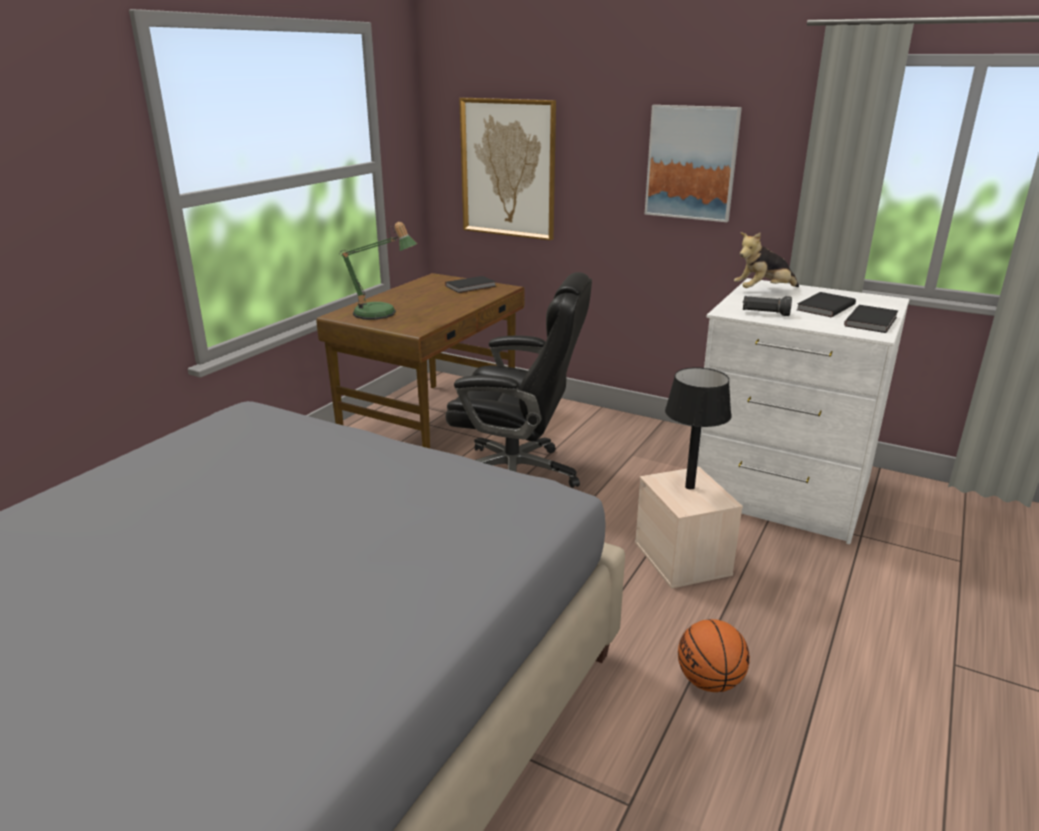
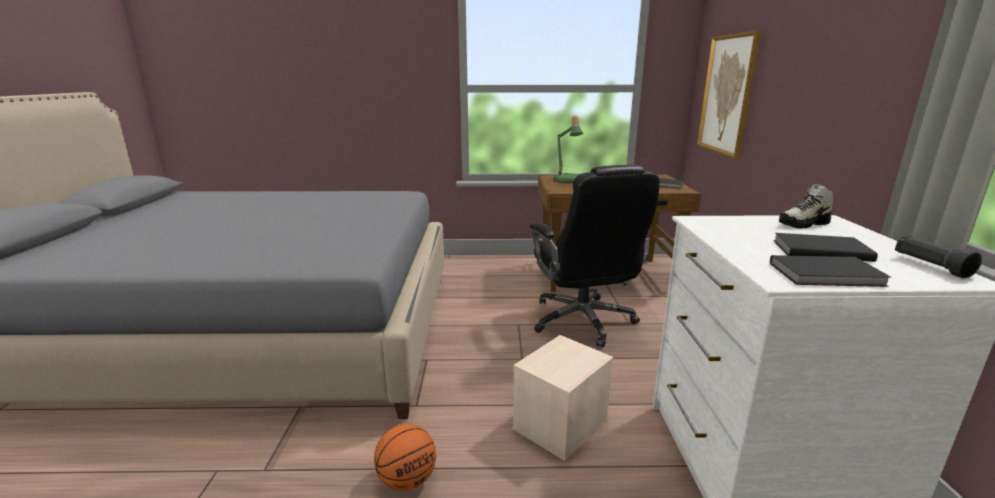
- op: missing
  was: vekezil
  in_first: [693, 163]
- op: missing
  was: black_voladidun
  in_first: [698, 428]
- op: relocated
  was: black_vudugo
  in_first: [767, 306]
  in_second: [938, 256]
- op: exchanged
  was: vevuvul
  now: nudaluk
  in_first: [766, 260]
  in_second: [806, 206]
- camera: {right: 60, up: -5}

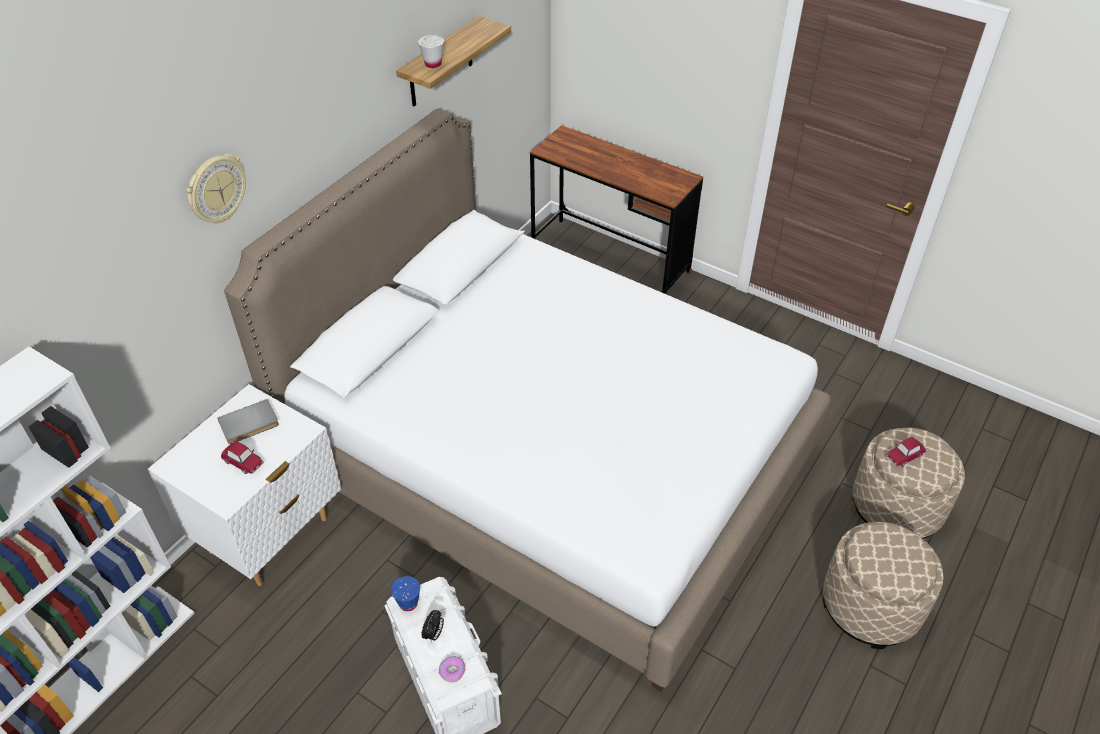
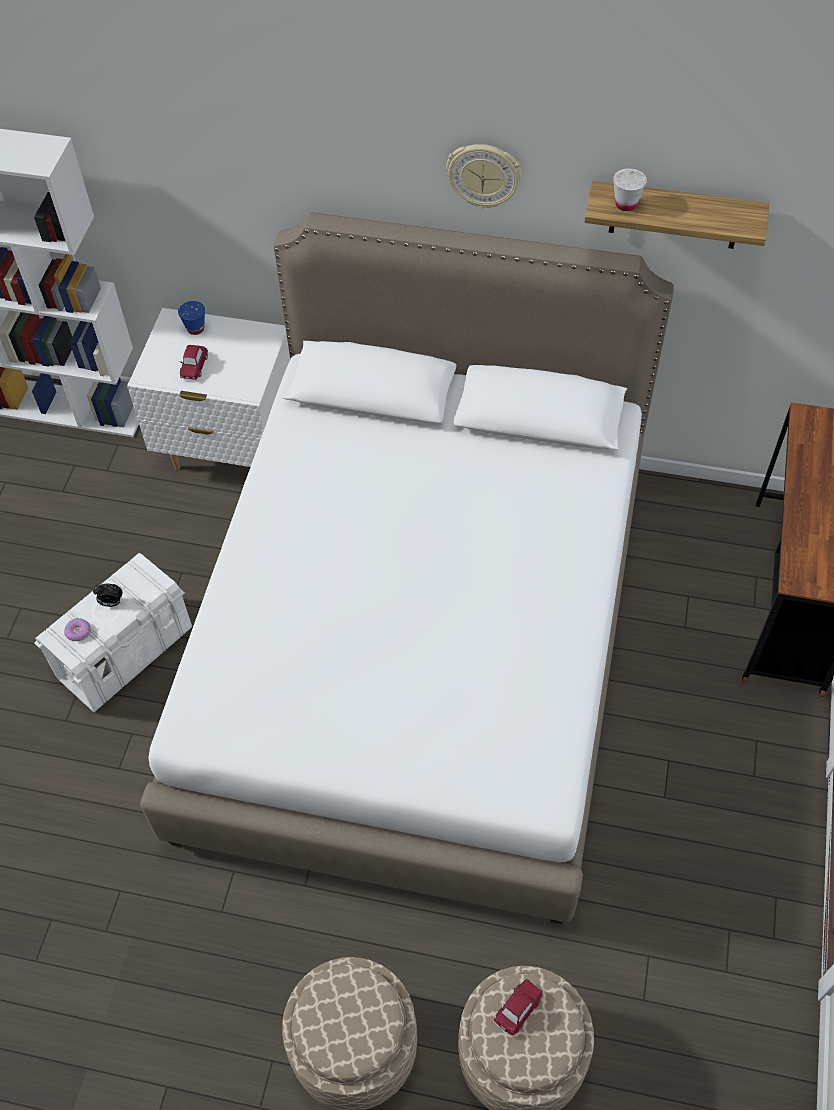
- op: missing
  was: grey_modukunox
  in_first: [248, 421]
- op: relocated
  was: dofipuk
  in_first: [216, 189]
  in_second: [484, 176]
- op: relocated
  was: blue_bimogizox
  in_first: [405, 593]
  in_second: [191, 318]
- op: spun
  was: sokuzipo
  in_first: [906, 452]
  in_second: [518, 1008]
  clockwise: 90
- camera: {right: 70, up: 10}

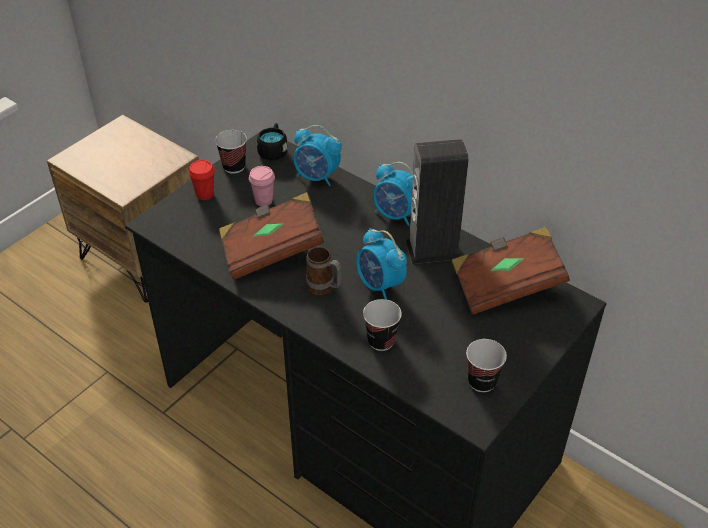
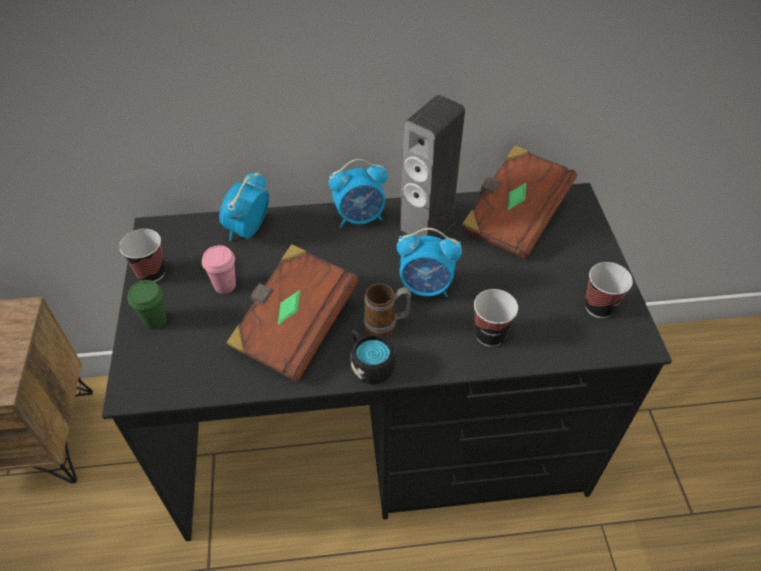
- op: relocated
  was: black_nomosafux
  in_first: [272, 141]
  in_second: [373, 356]
- op: colour
  was: red_bimogizox
  now: green_bimogizox
  in_first: [202, 180]
  in_second: [147, 305]
- op: spun
  was: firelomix
  in_first: [317, 155]
  in_second: [244, 206]
  clockwise: 135
- camera: {right: -45, up: 5}

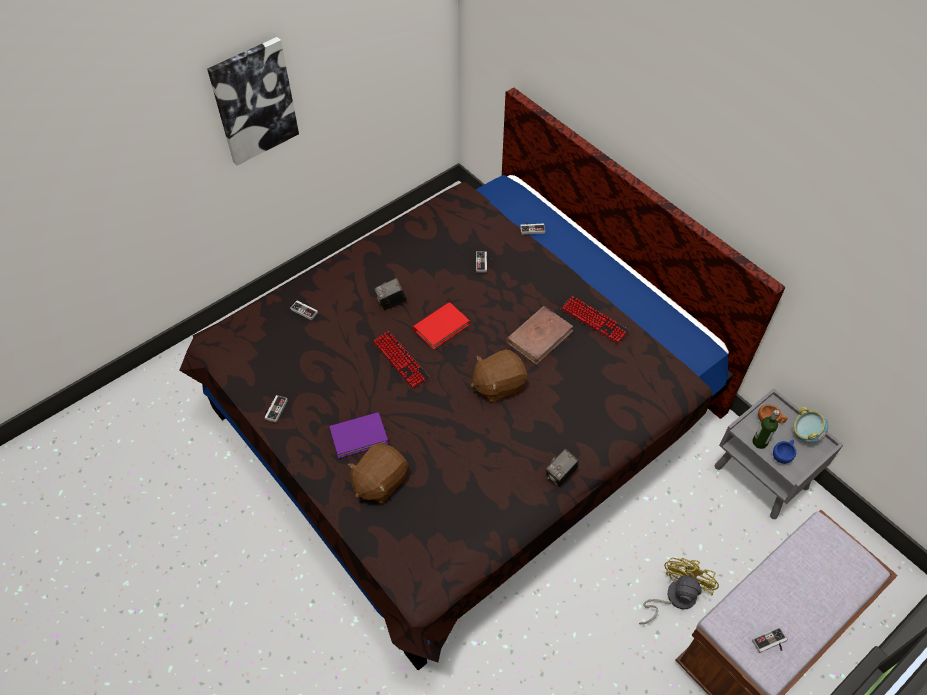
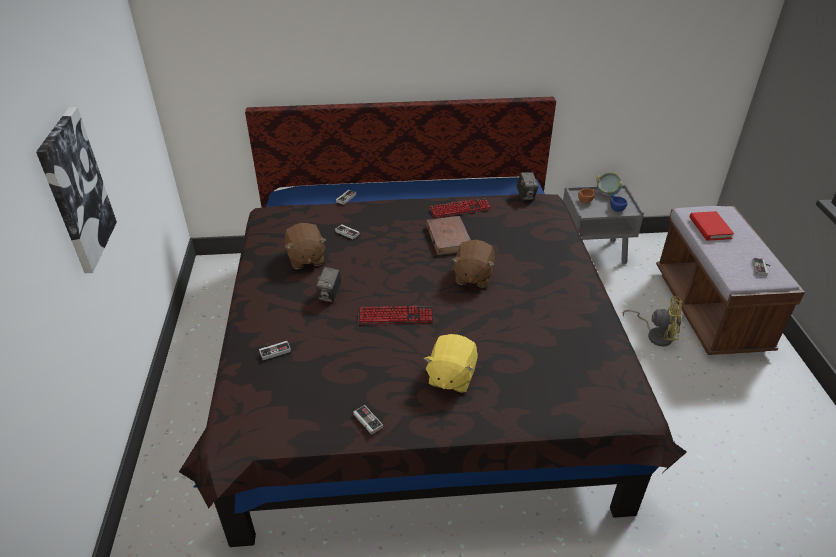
- op: missing
  was: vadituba
  in_first: [765, 429]
- op: relocated
  was: brown_vevuvul
  in_first: [378, 473]
  in_second: [305, 246]
- op: relocated
  was: red_modukunox
  in_first: [441, 326]
  in_second: [712, 225]
- op: relocated
  was: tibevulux
  in_first: [562, 468]
  in_second: [527, 186]
- op: exchanged
  was: purple_modukunox
  now: yellow_vevuvul
  in_first: [359, 435]
  in_second: [451, 363]
- op: spun
  was: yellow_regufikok
  in_first: [679, 591]
  in_second: [653, 321]
  clockwise: 135
- camera: {right: -55, up: -15}

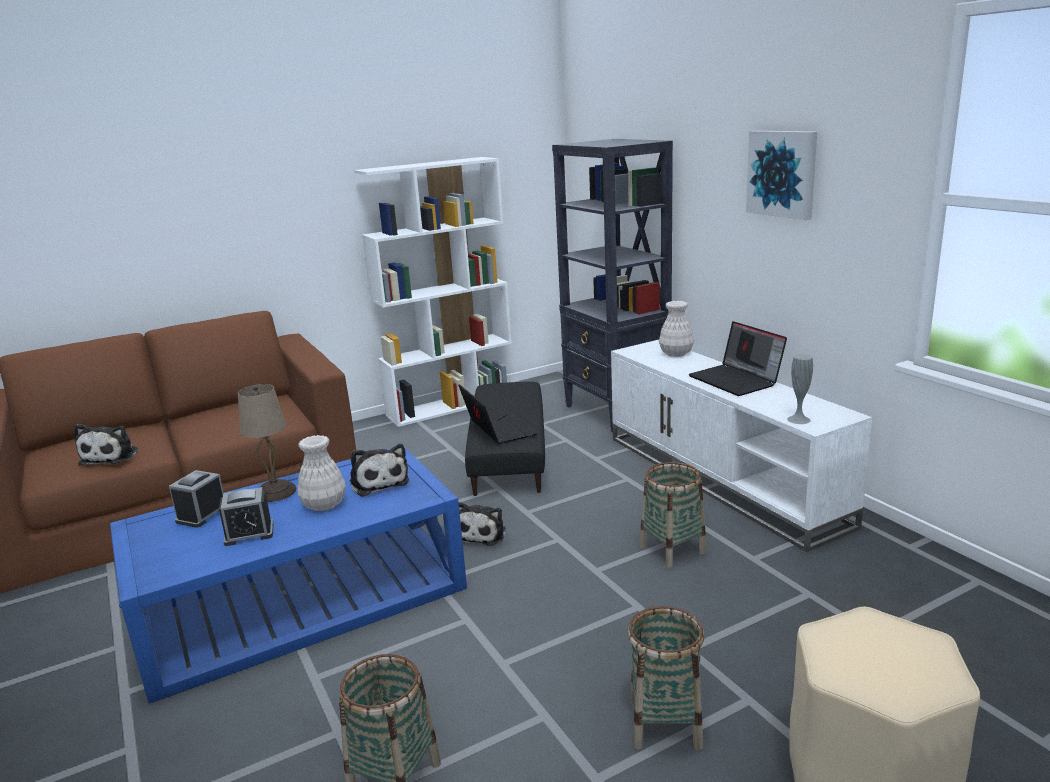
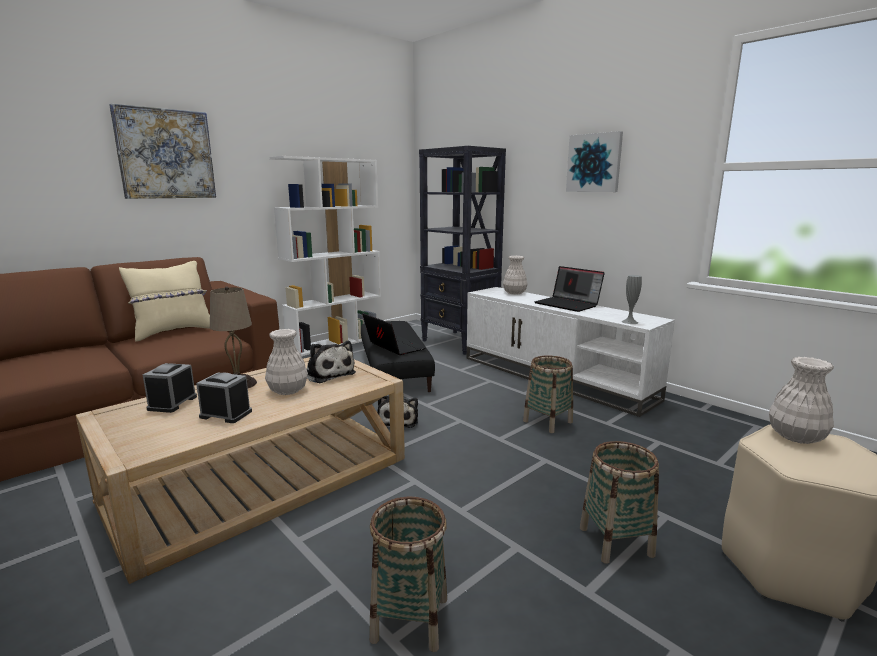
- op: missing
  was: vevuvul
  in_first: [106, 445]
- op: appeared
  now: vekezil
  in_second: [162, 151]
- op: appeared
  now: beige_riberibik
  in_second: [164, 301]
- op: appeared
  now: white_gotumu
  in_second: [801, 400]
- op: colour
  was: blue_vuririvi
  now: beige_vuririvi
  in_first: [288, 575]
  in_second: [240, 470]
- op: spun
  was: firelomix
  in_first: [246, 516]
  in_second: [224, 398]
  clockwise: -135
- camera: {right: -15, up: -5}

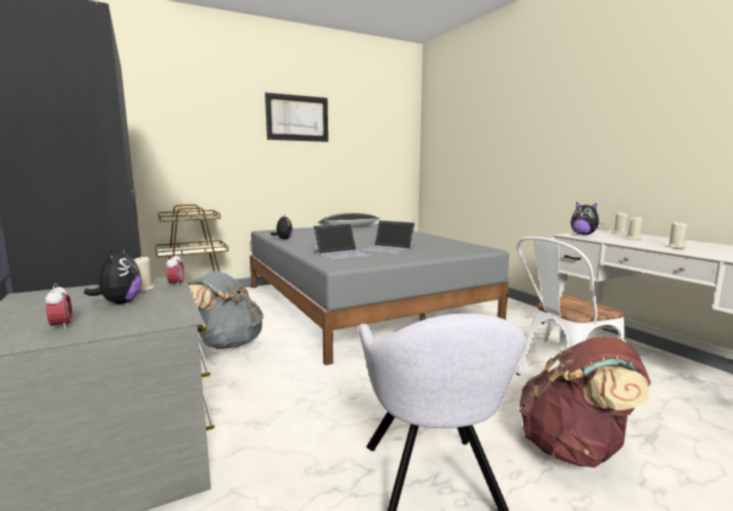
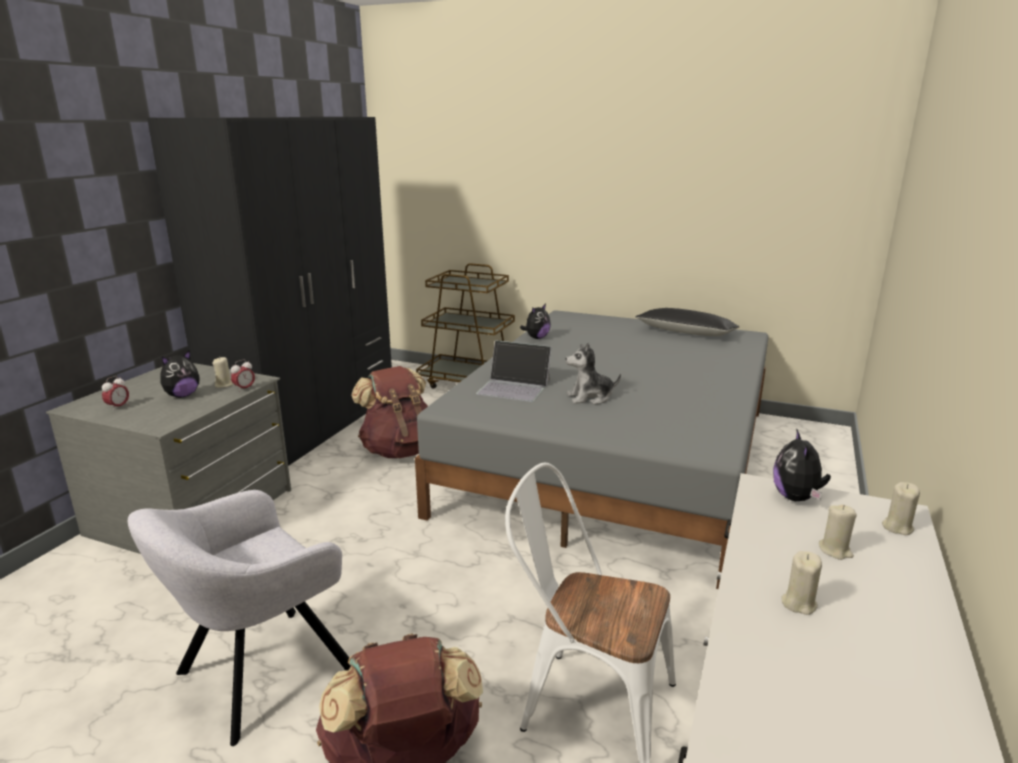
- op: missing
  was: vekezil
  in_first: [296, 117]
- op: exchanged
  was: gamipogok
  now: vevuvul
  in_first: [388, 237]
  in_second: [593, 374]
- op: colour
  was: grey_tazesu
  now: brown_tazesu
  in_first: [226, 310]
  in_second: [389, 412]
- camera: {right: 50, up: 10}

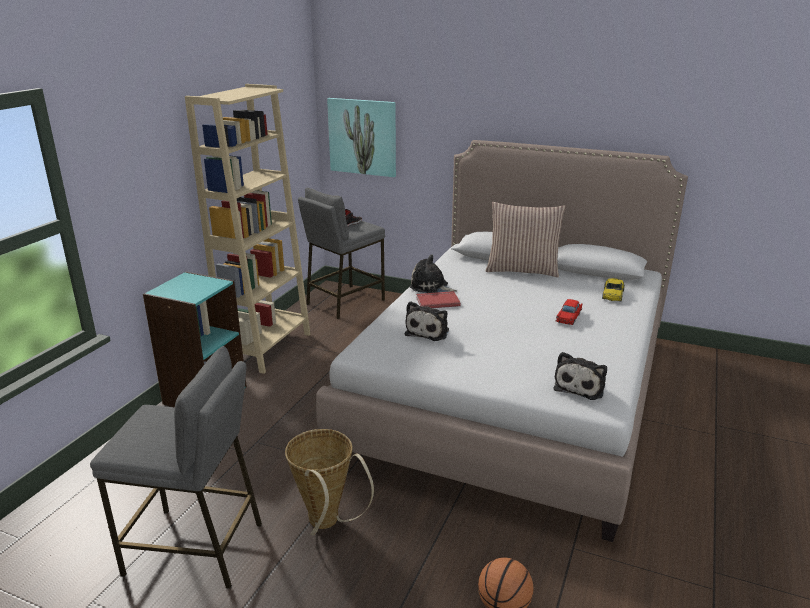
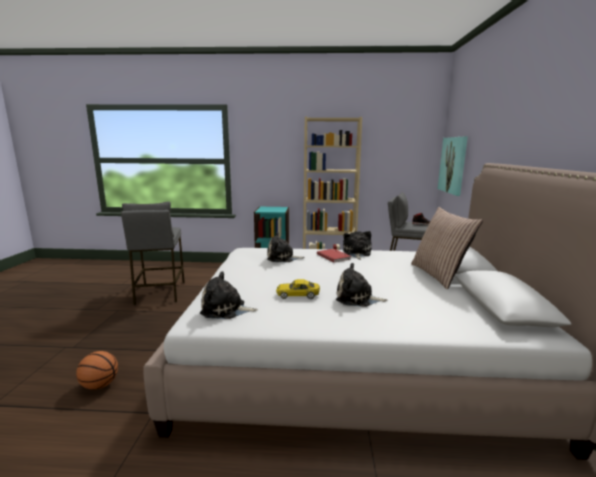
- op: missing
  was: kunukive
  in_first: [329, 482]
- op: relocated
  was: yellow_sokuzipo
  in_first: [613, 289]
  in_second: [298, 289]
- op: exchanged
  was: red_sokuzipo
  now: vevuvul
  in_first: [569, 312]
  in_second: [361, 285]
- camera: {right: 70, up: -10}

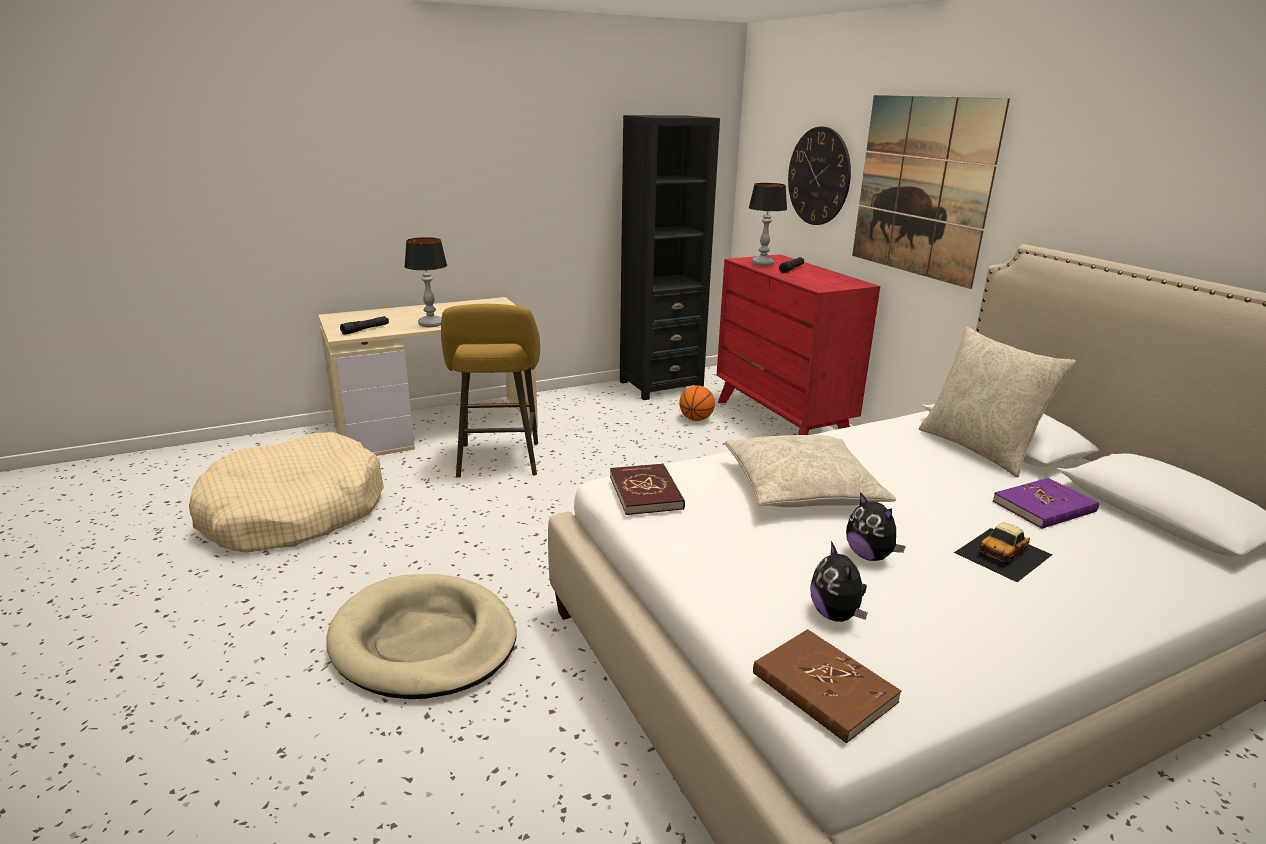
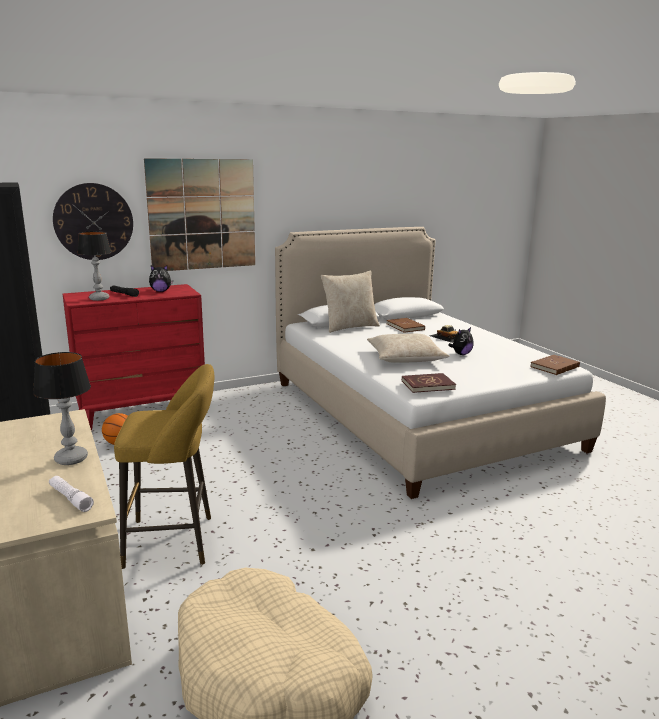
- op: missing
  was: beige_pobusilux
  in_first: [421, 636]
- op: relocated
  was: vevuvul
  in_first: [838, 581]
  in_second: [161, 278]
- op: colour
  was: black_vudugo
  now: white_vudugo
  in_first: [364, 325]
  in_second: [71, 494]
- op: colour
  was: purple_modukunox
  now: brown_modukunox
  in_first: [1046, 503]
  in_second: [406, 325]
- camera: {right: -90, up: -5}

